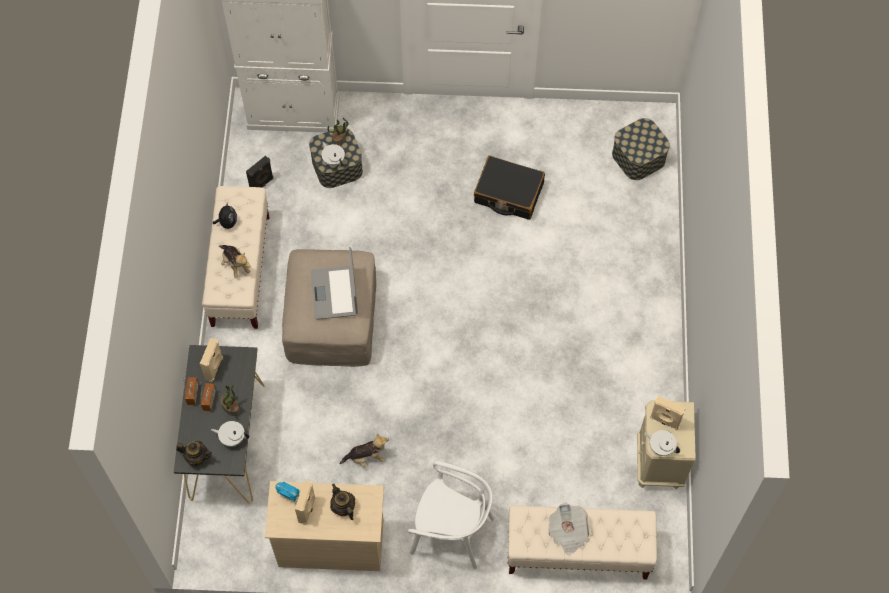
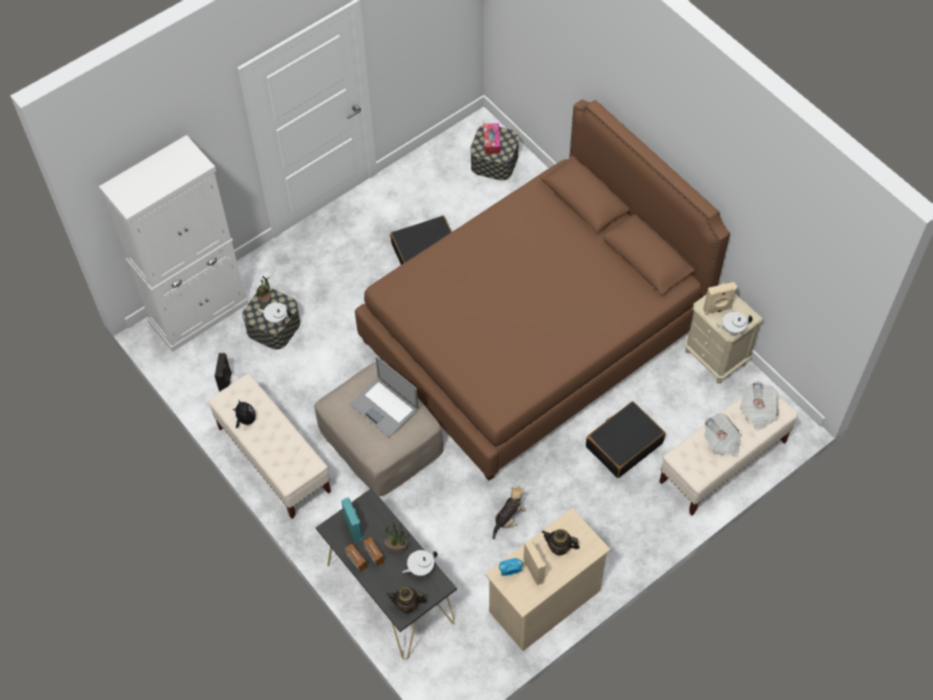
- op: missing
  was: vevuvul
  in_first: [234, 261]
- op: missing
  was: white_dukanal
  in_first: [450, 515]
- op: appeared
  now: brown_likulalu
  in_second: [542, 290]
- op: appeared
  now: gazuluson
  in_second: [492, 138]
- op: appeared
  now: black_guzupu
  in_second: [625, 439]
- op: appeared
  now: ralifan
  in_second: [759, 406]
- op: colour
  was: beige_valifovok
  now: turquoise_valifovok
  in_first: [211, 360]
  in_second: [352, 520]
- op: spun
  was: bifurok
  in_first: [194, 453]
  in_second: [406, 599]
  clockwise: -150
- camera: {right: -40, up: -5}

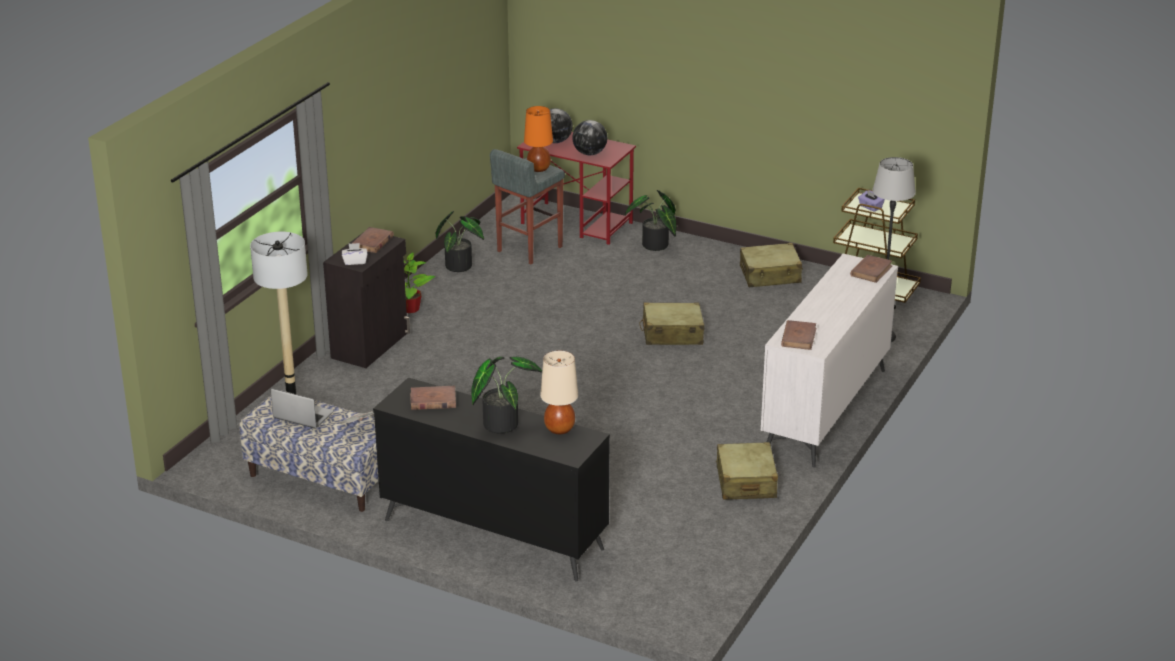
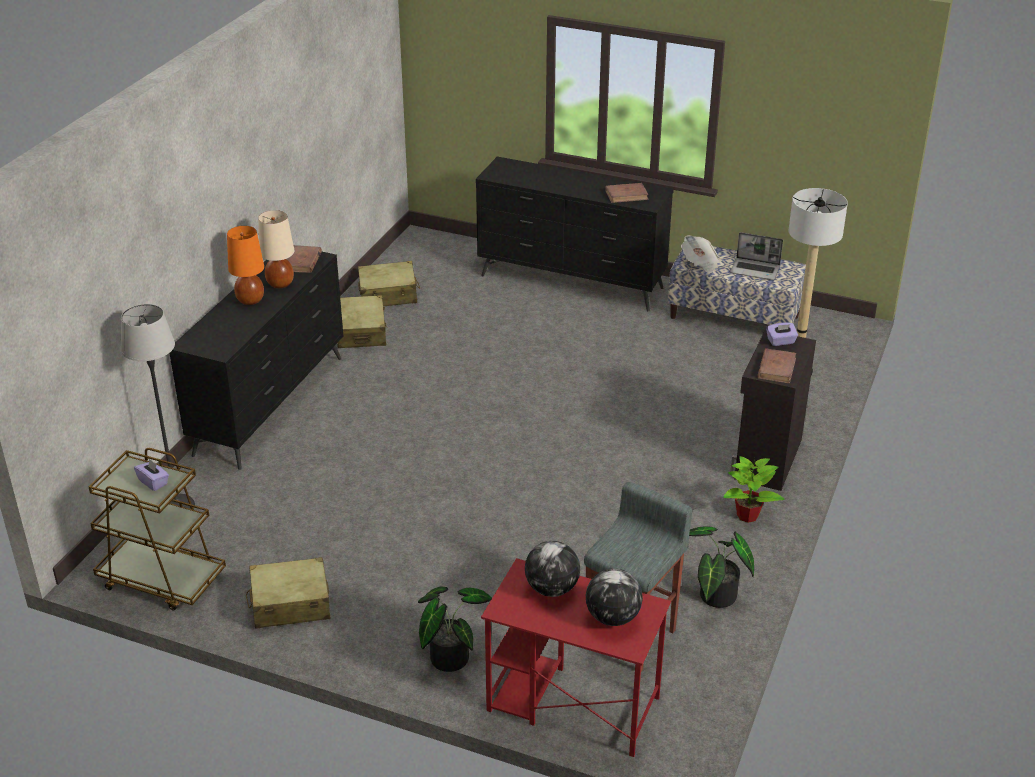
- op: missing
  was: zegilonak
  in_first: [506, 395]
- op: missing
  was: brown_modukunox
  in_first: [871, 269]
- op: relocated
  was: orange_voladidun
  in_first: [538, 139]
  in_second: [245, 265]
- op: relocated
  was: beige_voladidun
  in_first: [559, 392]
  in_second: [276, 249]
- op: relocated
  was: beige_guzupu
  in_first: [671, 323]
  in_second: [389, 283]
- op: colour
  was: white_gazuluson
  now: purple_gazuluson
  in_first: [354, 254]
  in_second: [782, 334]
- op: colour
  was: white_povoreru
  now: black_povoreru
  in_first: [829, 360]
  in_second: [256, 361]
- camera: {right: 175, up: 5}

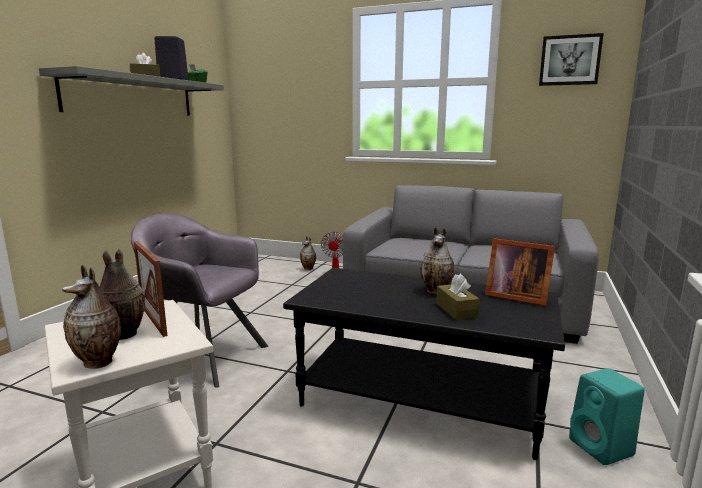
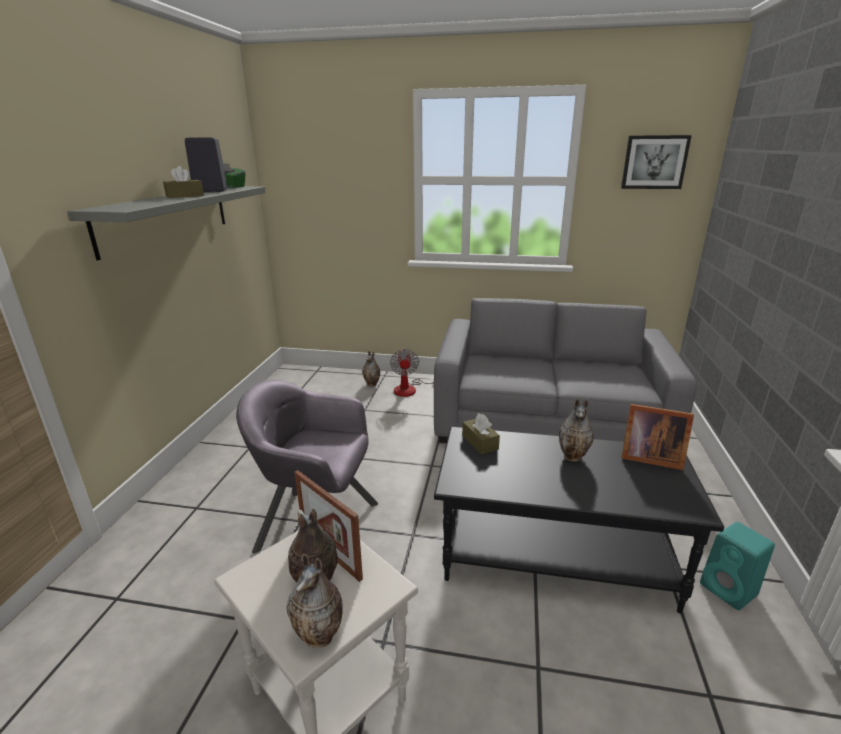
- op: relocated
  was: brown_gazuluson
  in_first: [458, 297]
  in_second: [481, 434]
- camera: {right: -10, up: 10}

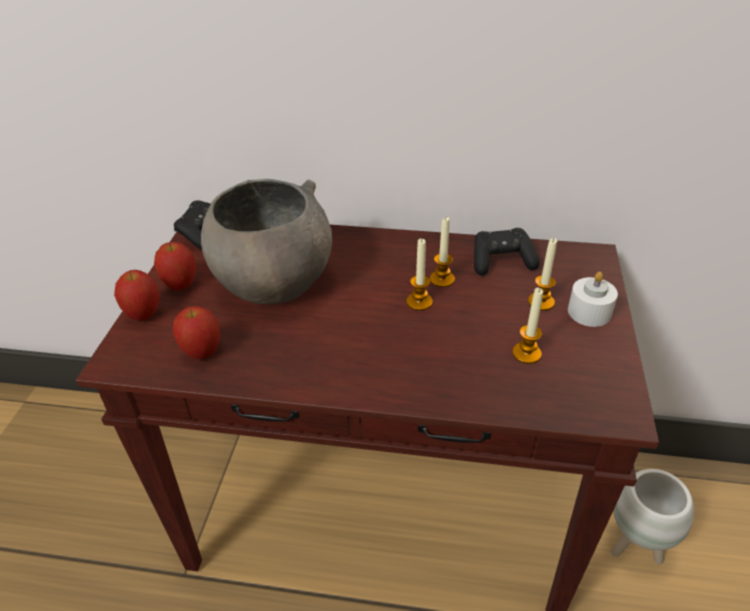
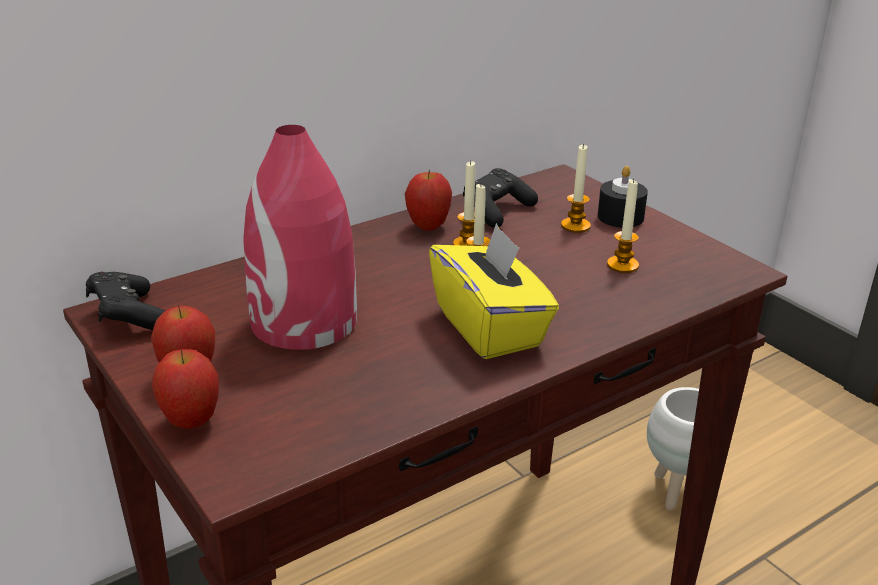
- op: appeared
  now: yellow_gazuluson
  in_second: [494, 291]
- op: relocated
  was: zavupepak
  in_first: [196, 332]
  in_second: [428, 200]
- op: exchanged
  was: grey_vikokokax
  now: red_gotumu
  in_first: [266, 242]
  in_second: [300, 237]
- op: colour
  was: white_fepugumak
  now: black_fepugumak
  in_first: [593, 299]
  in_second: [623, 197]
- camera: {right: -45, up: -10}

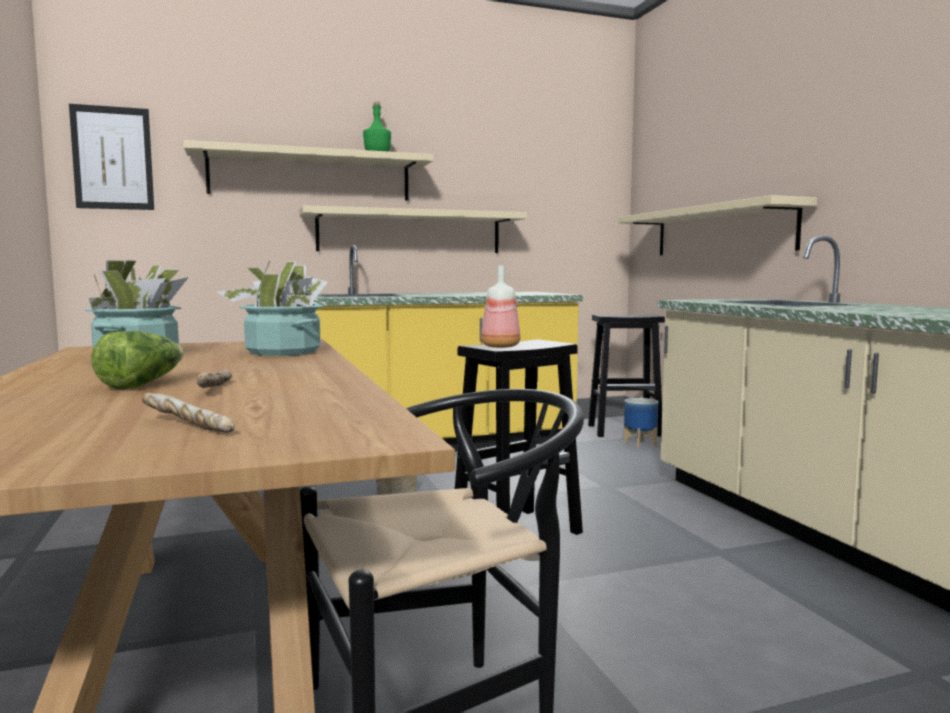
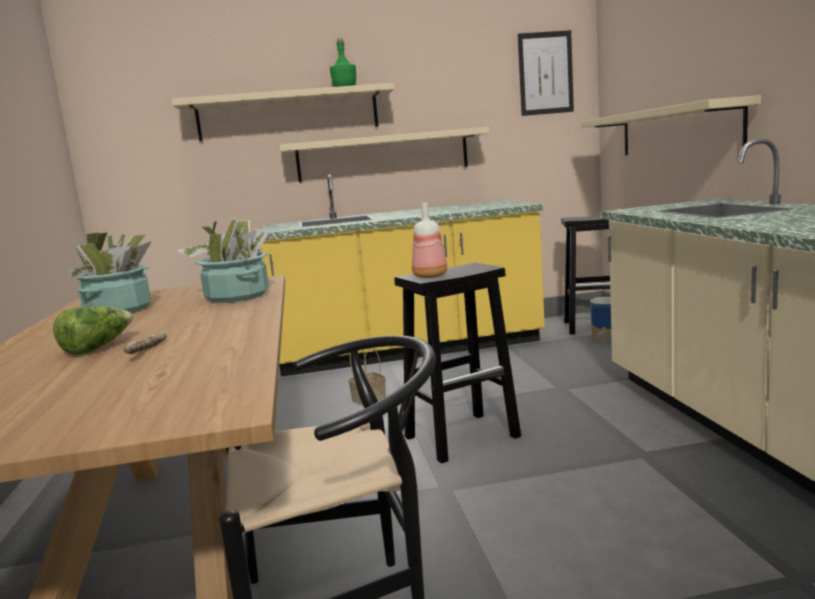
- op: missing
  was: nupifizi
  in_first: [188, 413]
- op: relocated
  was: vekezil
  in_first: [111, 157]
  in_second: [546, 73]
- camera: {right: 10, up: 5}

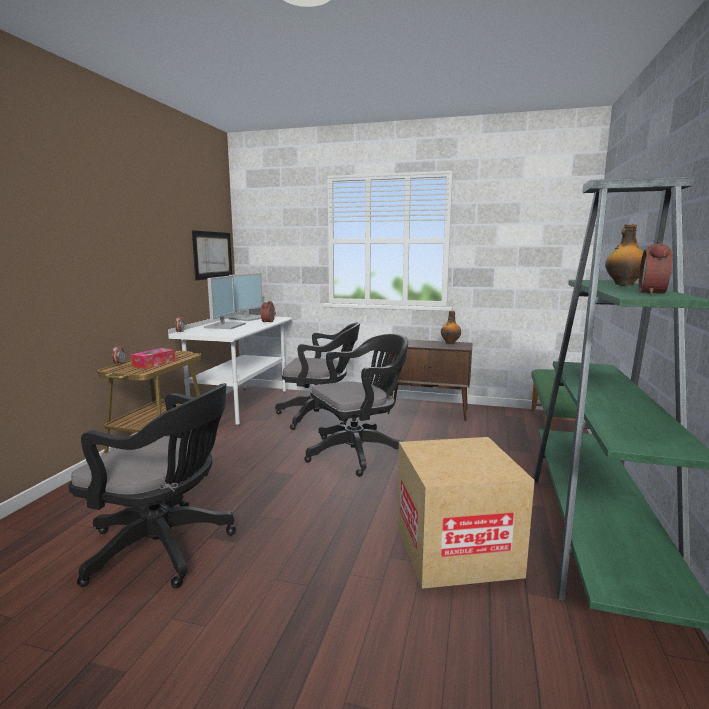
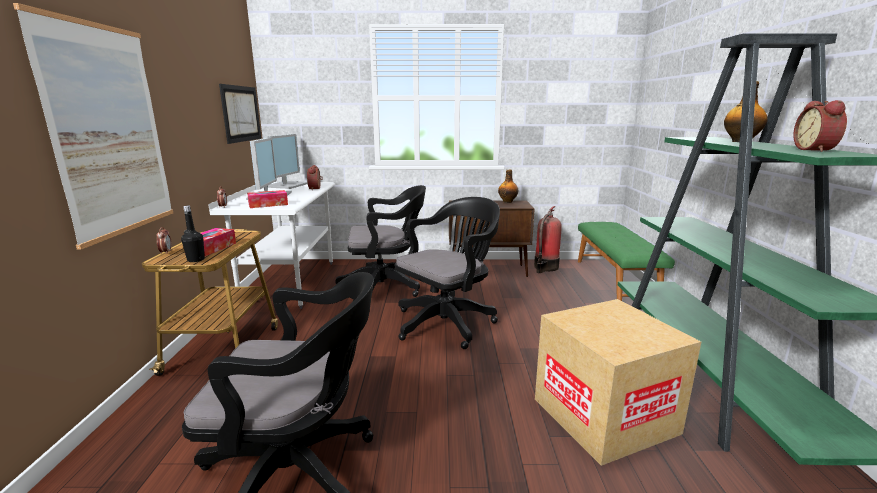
- op: appeared
  now: vekezil
  in_second: [93, 126]
- op: appeared
  now: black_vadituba
  in_second: [193, 234]
- op: appeared
  now: gazuluson
  in_second: [267, 199]
- op: appeared
  now: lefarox
  in_second: [548, 239]
- camera: {right: -15, up: 5}

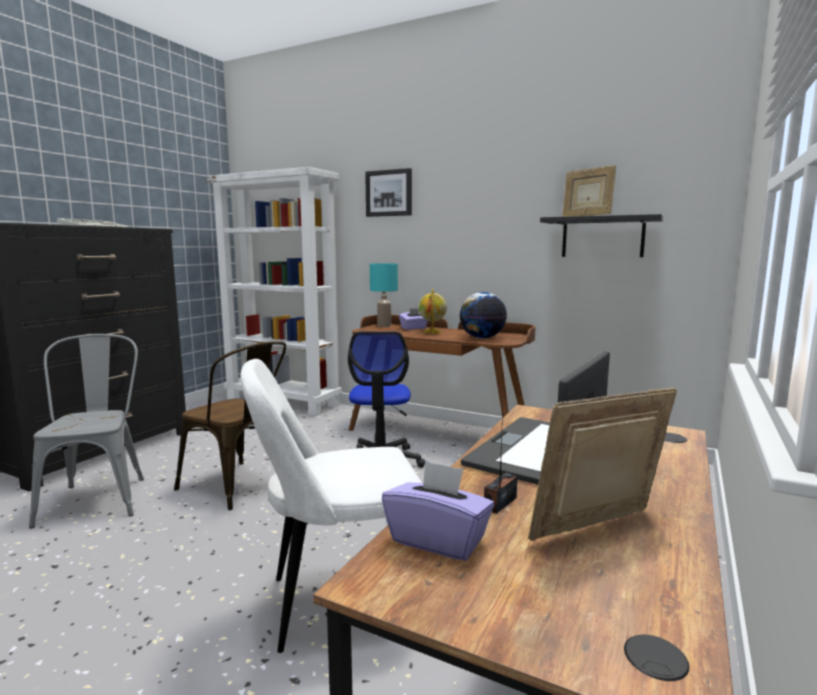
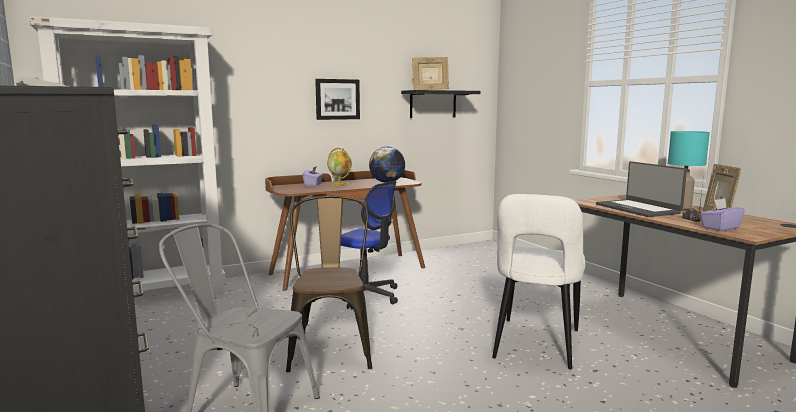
- op: relocated
  was: vekezil
  in_first: [388, 192]
  in_second: [337, 99]
- op: relocated
  was: turquoise_voladidun
  in_first: [384, 295]
  in_second: [689, 170]
- op: spun
  was: brown_dukanal
  in_first: [230, 425]
  in_second: [329, 283]
  clockwise: -75
- camera: {right: -55, up: 0}

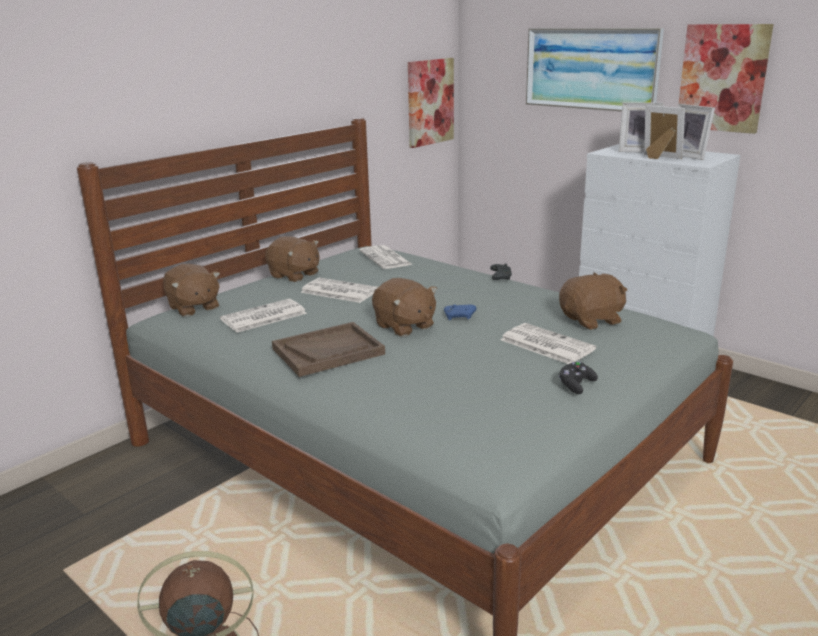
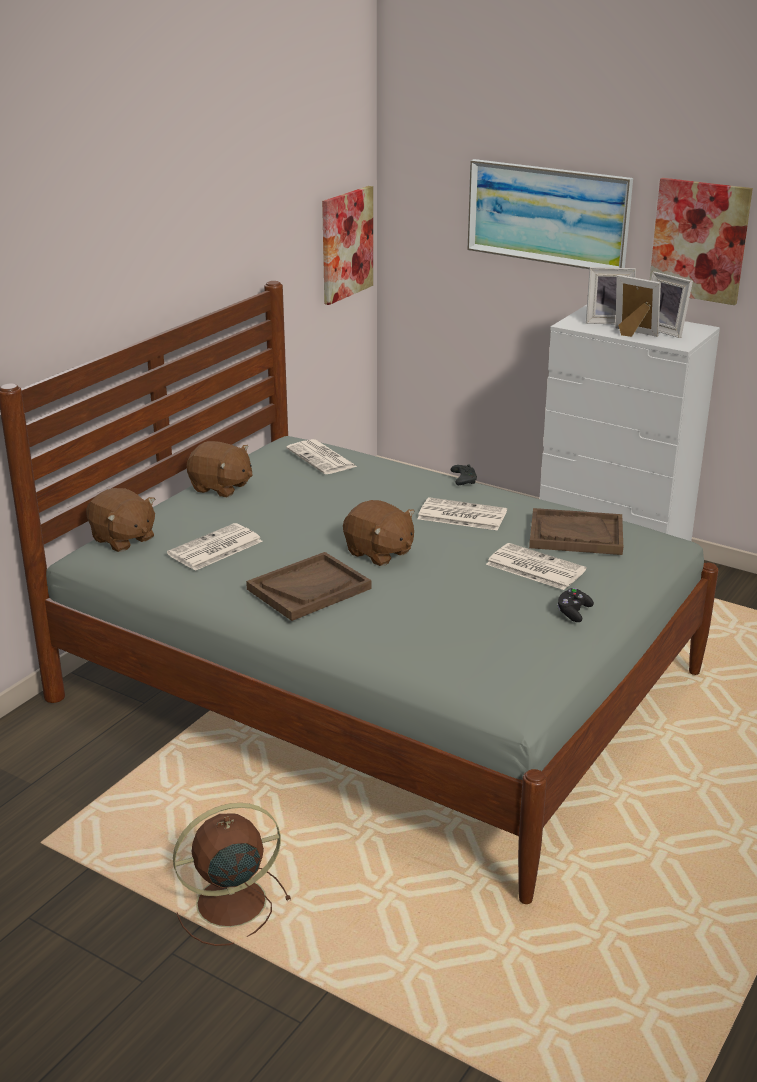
- op: missing
  was: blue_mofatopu
  in_first: [460, 312]
- op: relocated
  was: ralifan
  in_first: [339, 290]
  in_second: [462, 514]
- op: exchanged
  was: brown_vevuvul
  now: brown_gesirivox
  in_first: [593, 301]
  in_second: [576, 531]
- camera: {right: -10, up: 5}

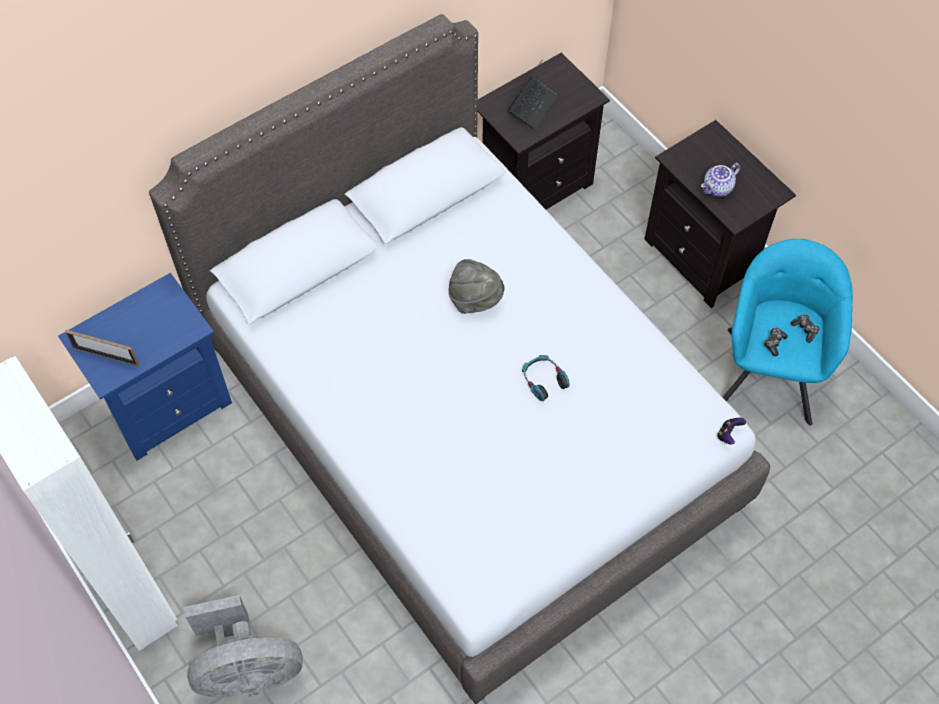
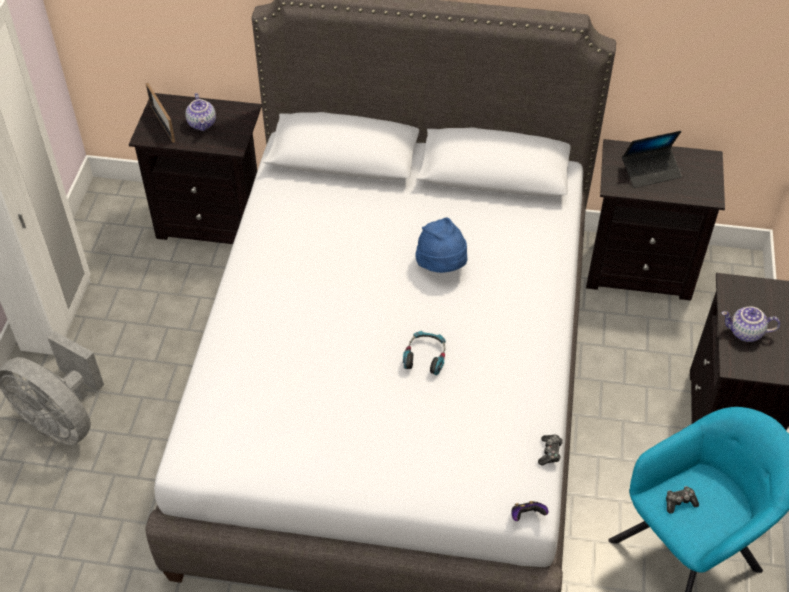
- op: appeared
  now: bifurok
  in_second: [200, 112]
- op: relocated
  was: mofatopu
  in_first: [805, 328]
  in_second: [550, 450]
- op: colour
  was: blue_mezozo
  now: black_mezozo
  in_first: [145, 367]
  in_second: [195, 168]
- op: colour
  was: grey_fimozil
  now: blue_fimozil
  in_first: [476, 286]
  in_second: [441, 245]
- camera: {right: 45, up: -10}

